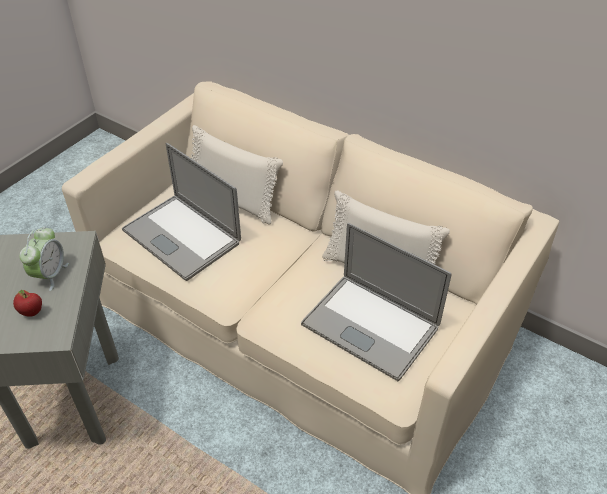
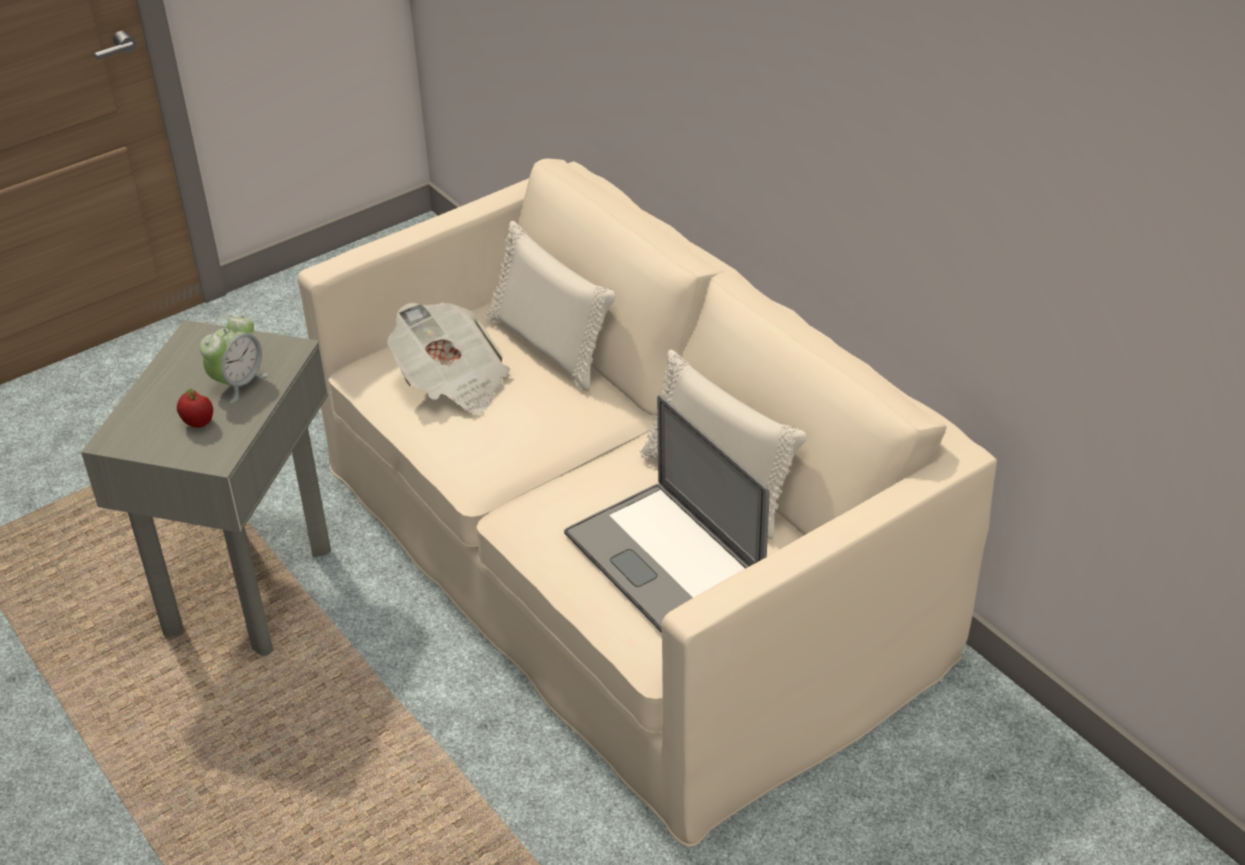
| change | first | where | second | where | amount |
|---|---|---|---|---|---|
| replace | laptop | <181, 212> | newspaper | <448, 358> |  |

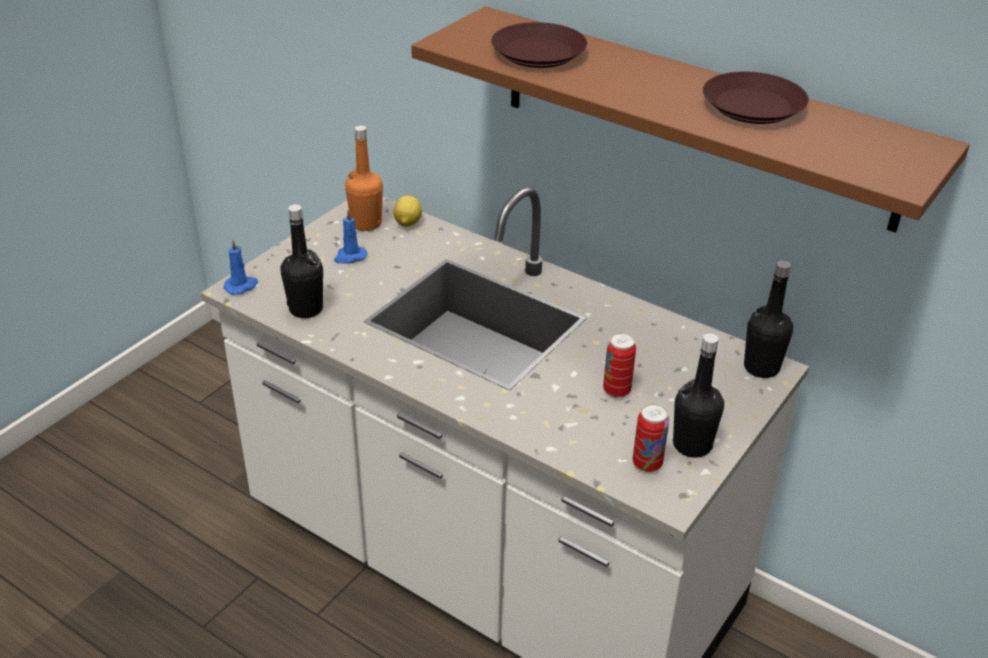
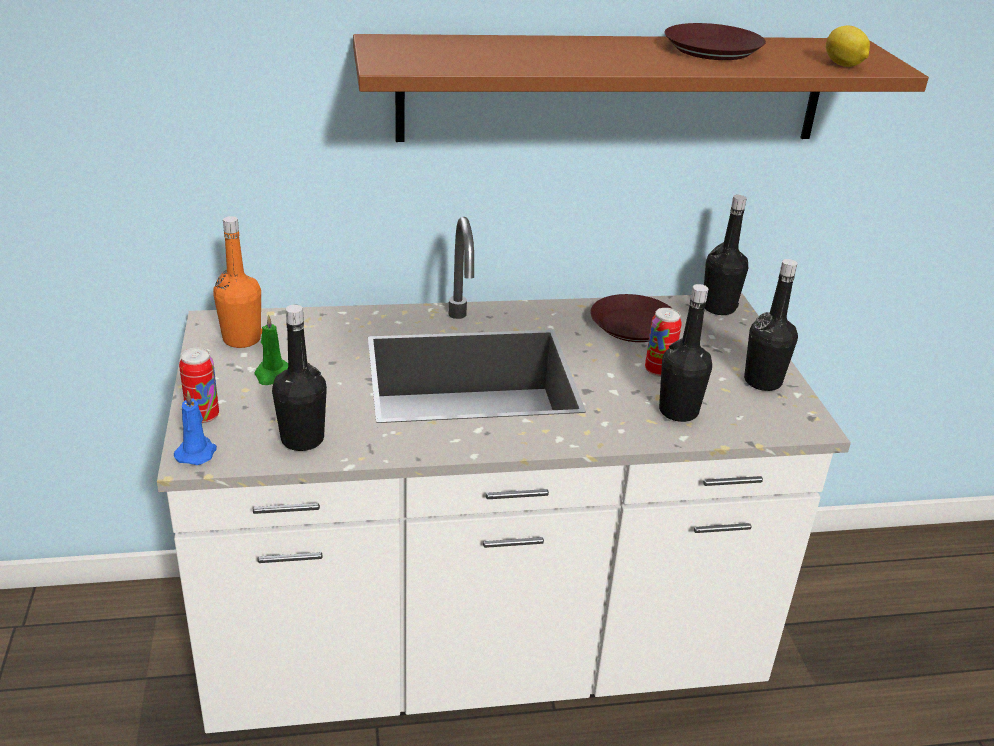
| change | first | where | second | where | amount |
|---|---|---|---|---|---|
| move | can | <651, 438> |  | <199, 386> |  |
| recolor | candle/blue | <350, 237> | candle/green | <271, 349> |  |
| move | plate/brown | <539, 45> |  | <631, 318> |  |
| insert |  |  | bottle/black | <685, 353> |  |
| move | lemon | <408, 211> |  | <848, 46> |  |

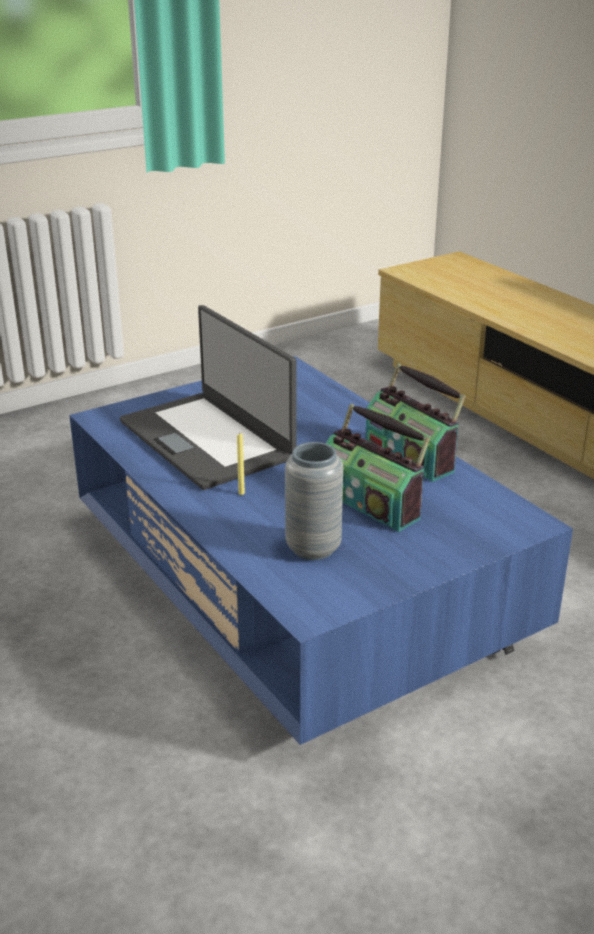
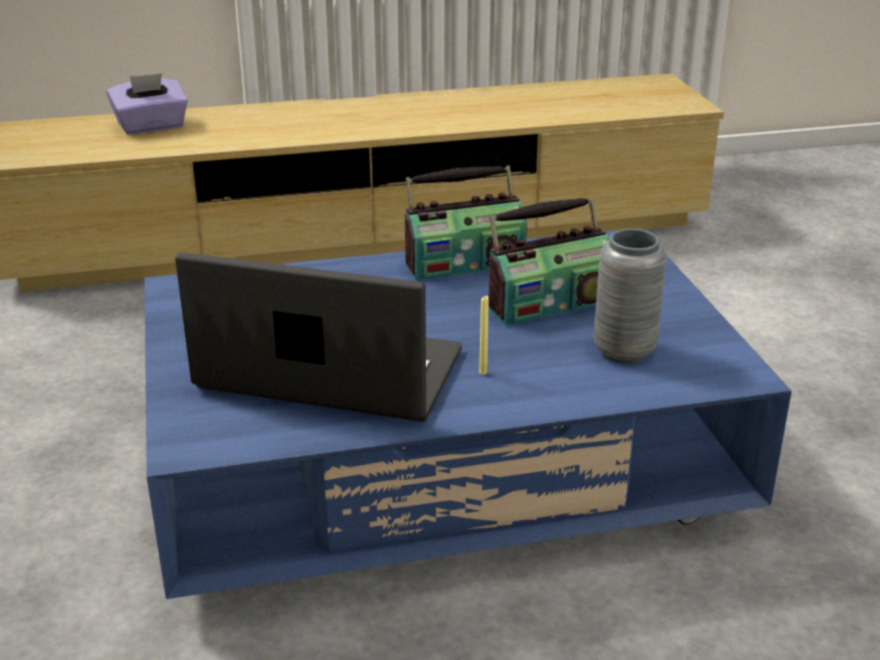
| change | first | where | second | where | amount |
|---|---|---|---|---|---|
| insert |  |  | tissue box/purple | <147, 104> |  |
| rotate | laptop | <208, 397> |  | <318, 337> | 150 degrees counterclockwise |

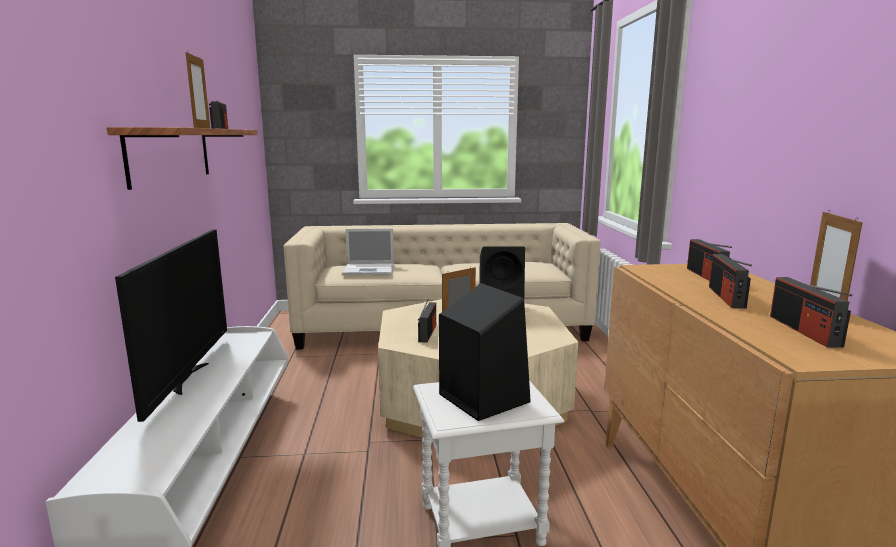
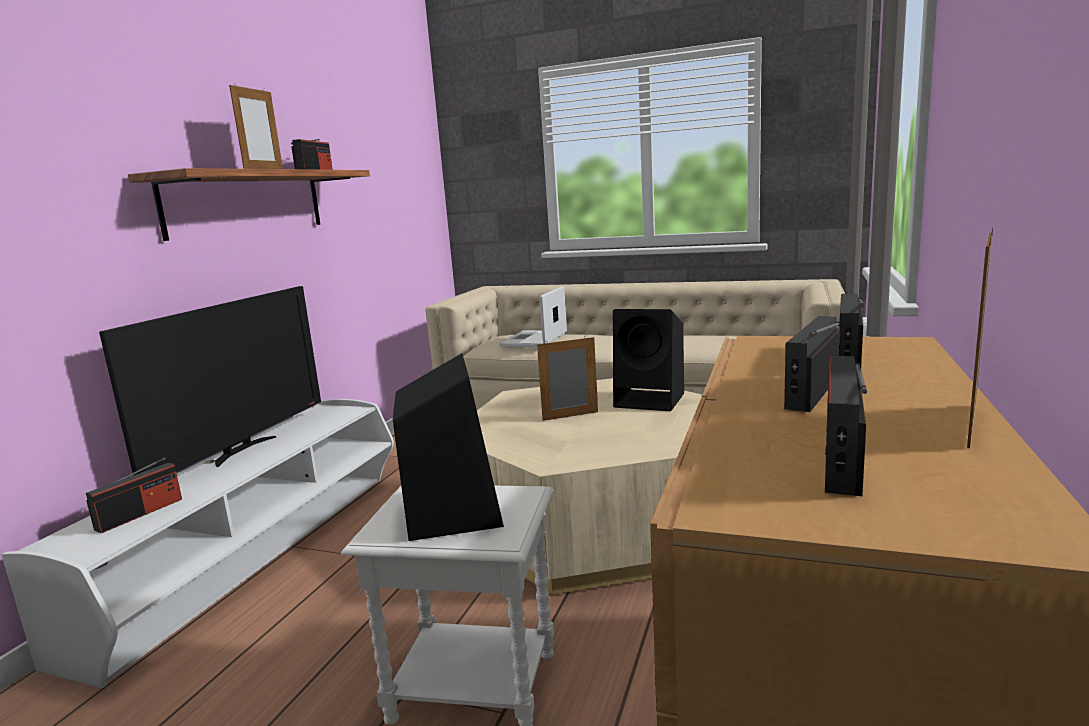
| change | first | where | second | where | amount |
|---|---|---|---|---|---|
| move | radio | <427, 321> |  | <134, 495> |  |
| rotate | laptop | <368, 251> |  | <533, 316> | 90 degrees clockwise |

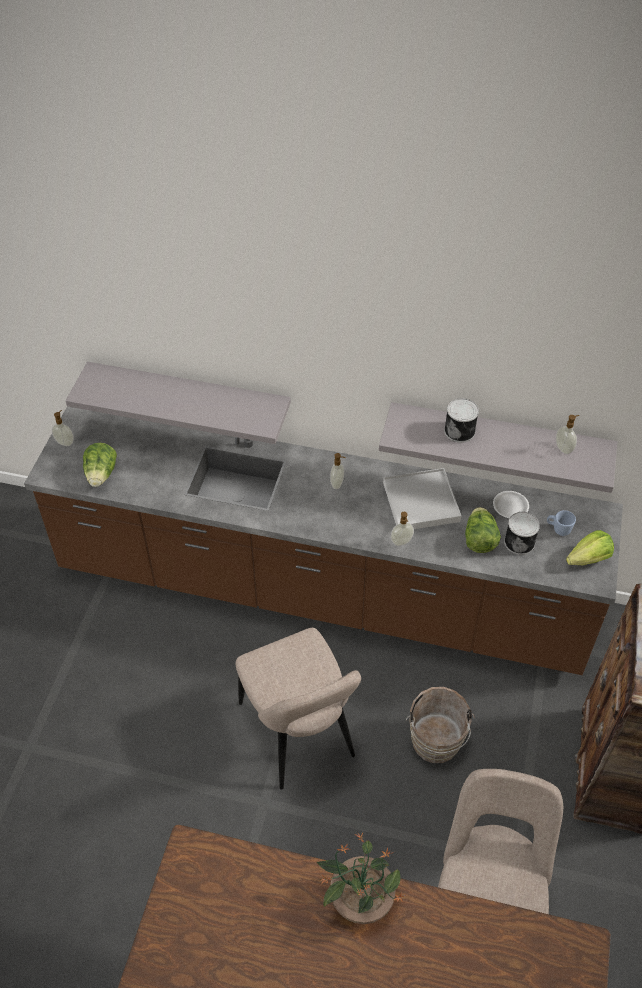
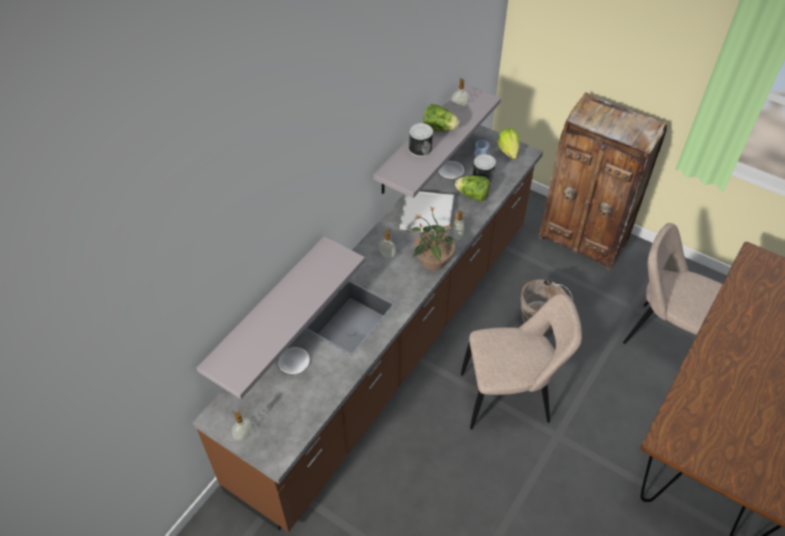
| change | first | where | second | where | amount |
|---|---|---|---|---|---|
| insert |  |  | plate/white | <294, 360> |  |
| move | potted plant | <362, 878> |  | <434, 238> |  |
| move | lettuce | <100, 465> |  | <441, 117> |  |

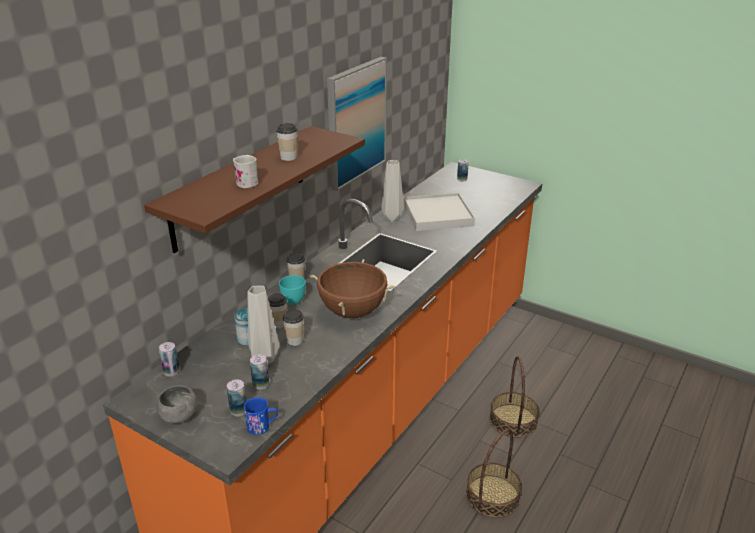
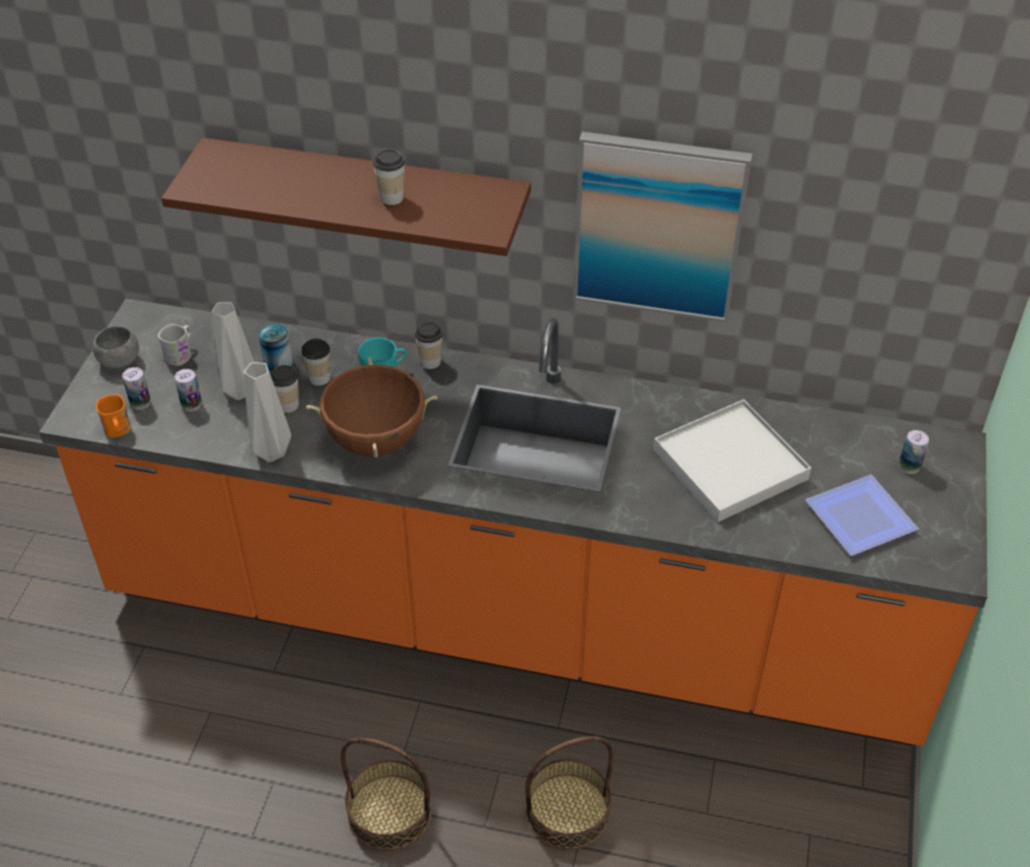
| change | first | where | second | where | amount |
|---|---|---|---|---|---|
| recolor | mug/blue | <261, 416> | mug/orange | <113, 416> |  |
| move | mug/white | <245, 171> |  | <174, 345> |  |
| move | vase/grey | <393, 191> |  | <267, 412> |  |
| insert |  |  | plate | <862, 515> |  |
| delete | can | <169, 359> |  |  |  |

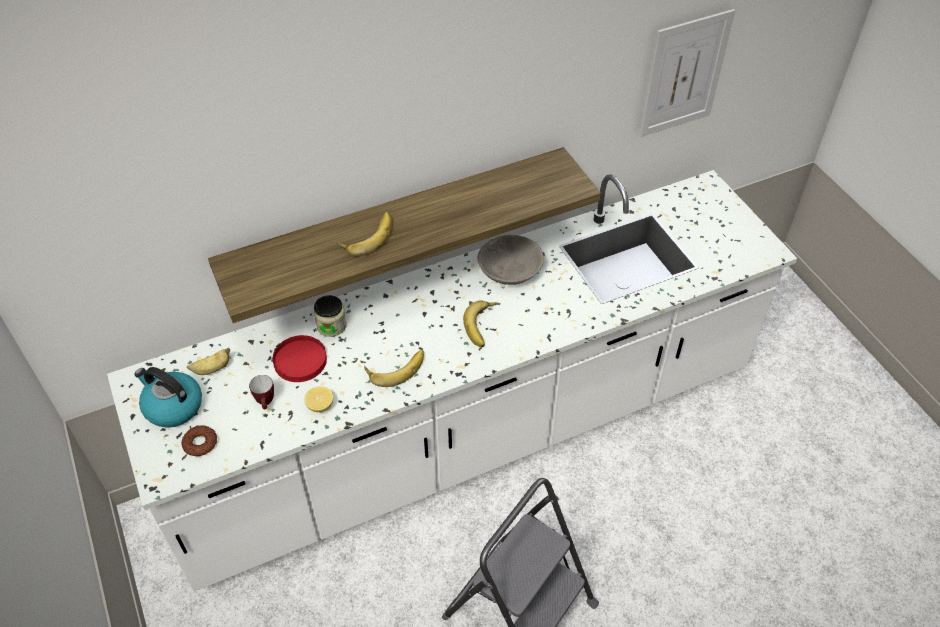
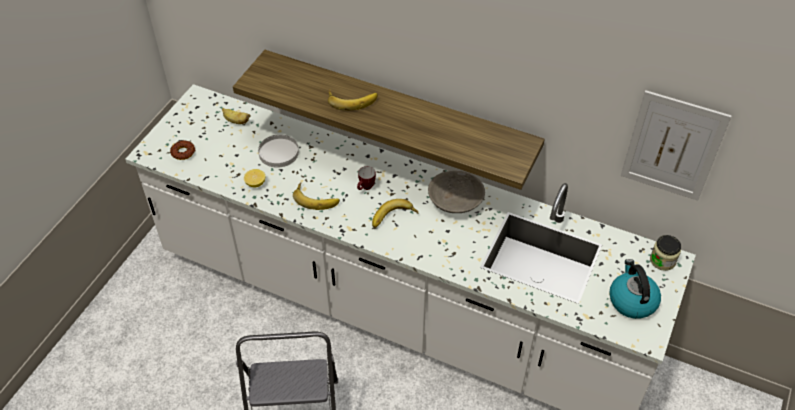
| change | first | where | second | where | amount |
|---|---|---|---|---|---|
| recolor | plate/red | <300, 358> | plate/white | <278, 151> |  |
| move | mug | <261, 392> |  | <366, 178> |  |
| move | kettle | <168, 397> |  | <635, 289> |  |
| move | jar | <330, 316> |  | <665, 253> |  |

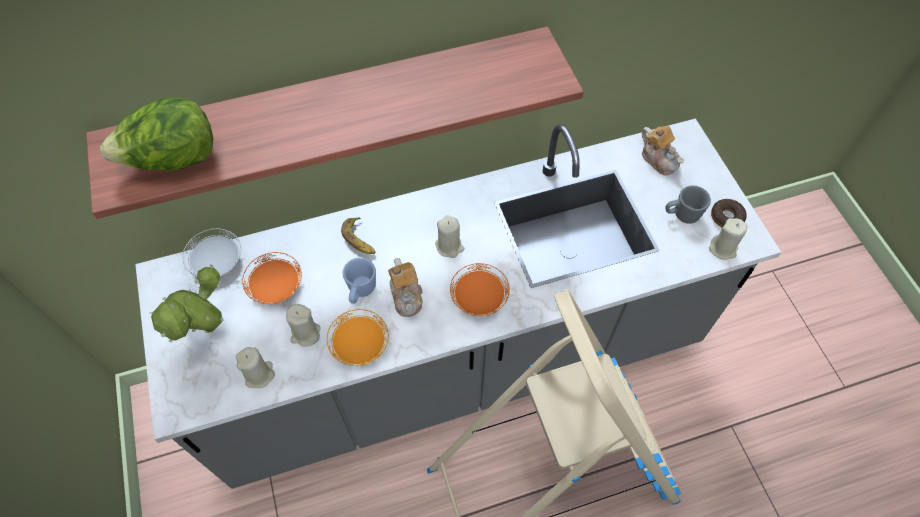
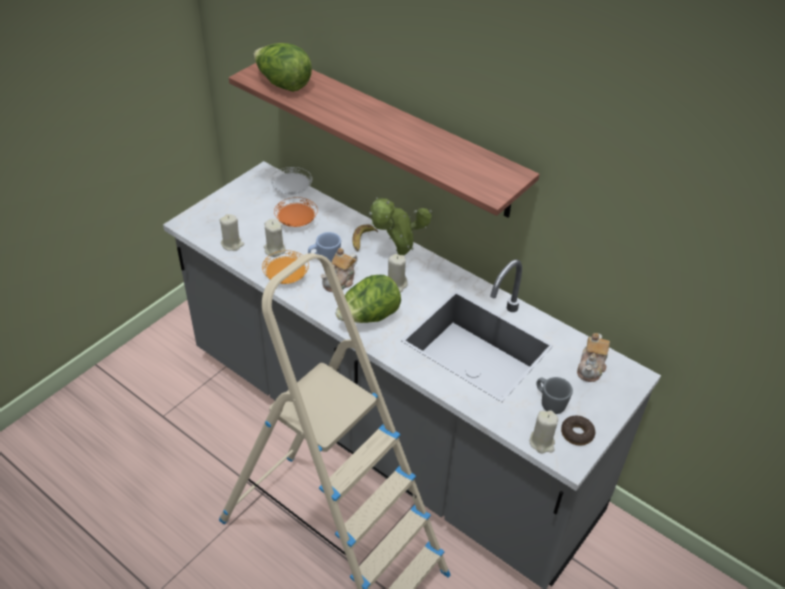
| change | first | where | second | where | amount |
|---|---|---|---|---|---|
| replace | plate/orange | <480, 289> | lettuce | <368, 299> |  |
| move | potted plant | <186, 303> |  | <400, 226> |  |

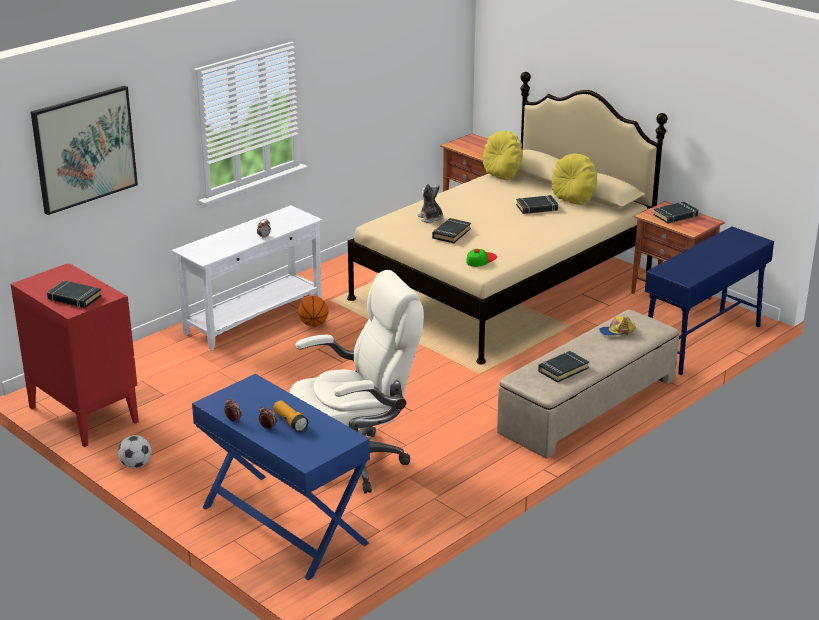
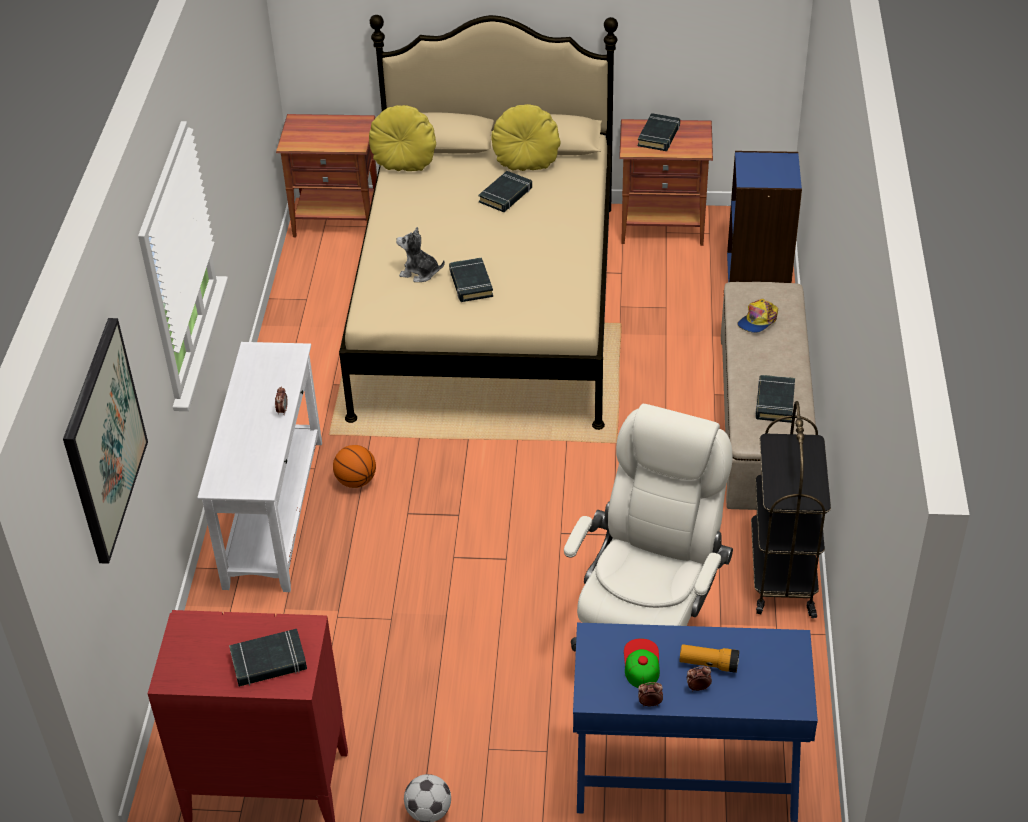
| change | first | where | second | where | amount |
|---|---|---|---|---|---|
| move | cap | <481, 258> |  | <642, 663> |  |
| replace | console table/blue | <709, 301> | bookcase/blue | <764, 217> |  |
| insert |  |  | cart/black | <791, 509> |  |

